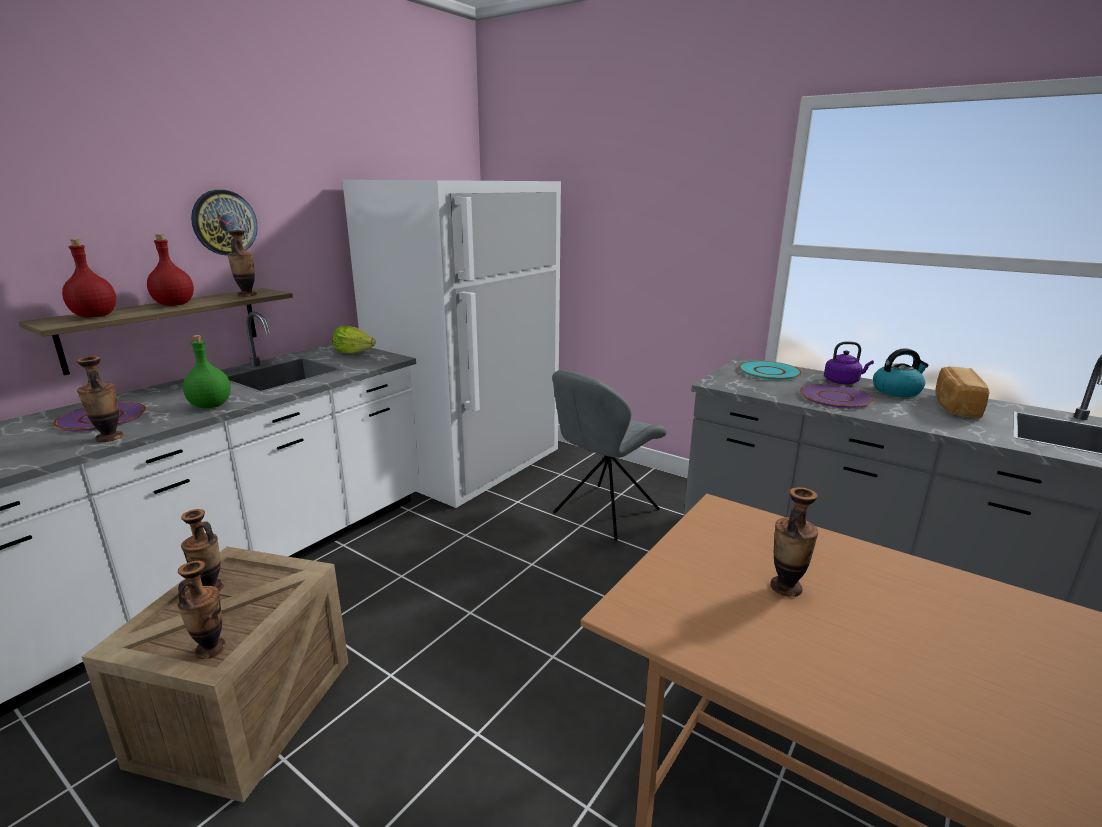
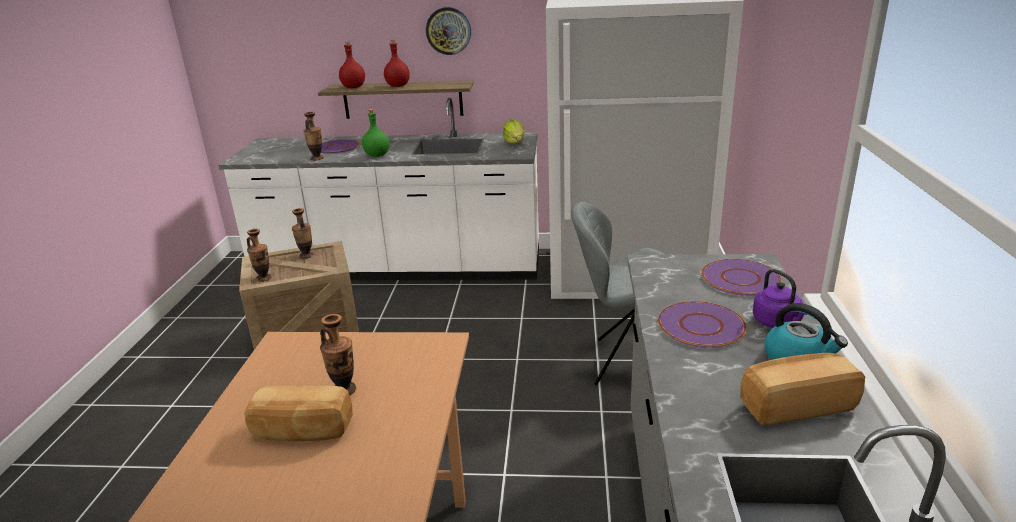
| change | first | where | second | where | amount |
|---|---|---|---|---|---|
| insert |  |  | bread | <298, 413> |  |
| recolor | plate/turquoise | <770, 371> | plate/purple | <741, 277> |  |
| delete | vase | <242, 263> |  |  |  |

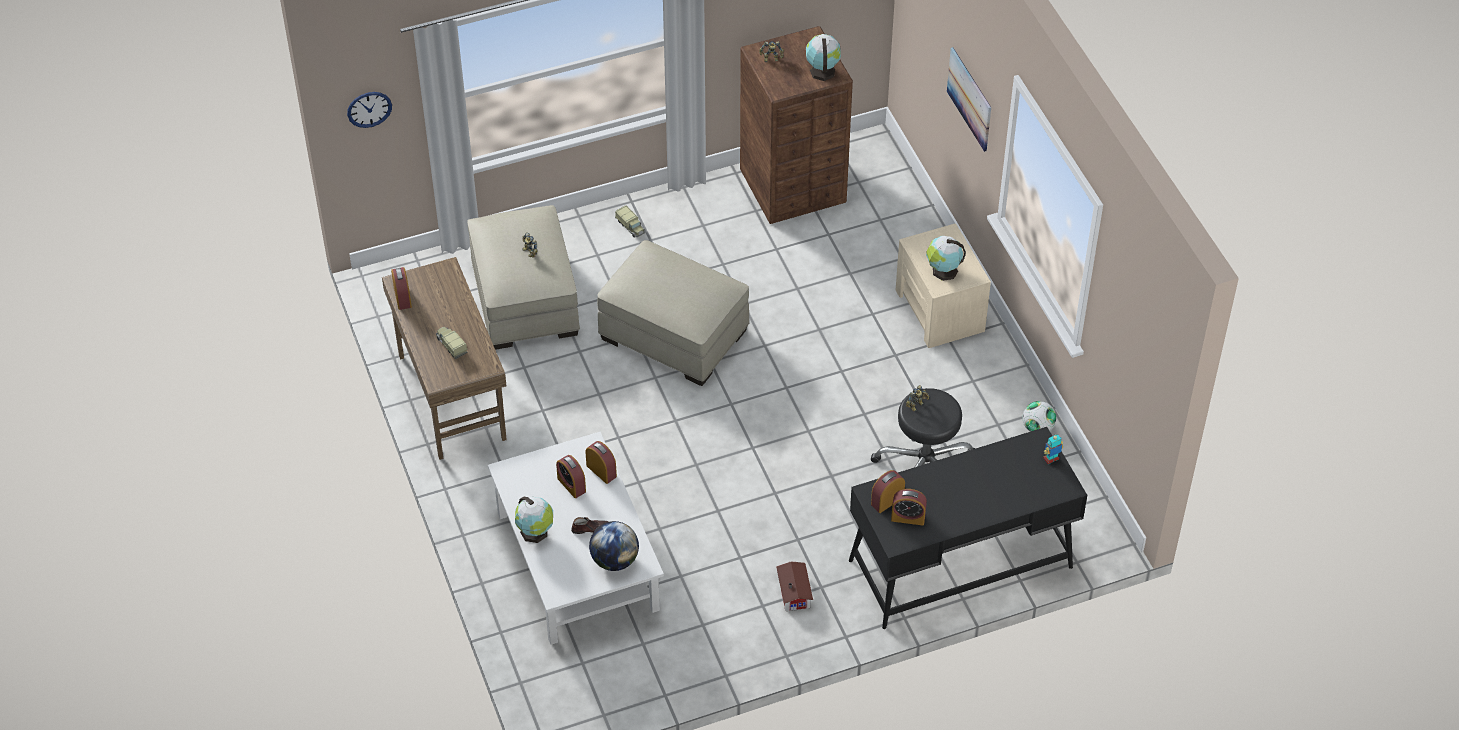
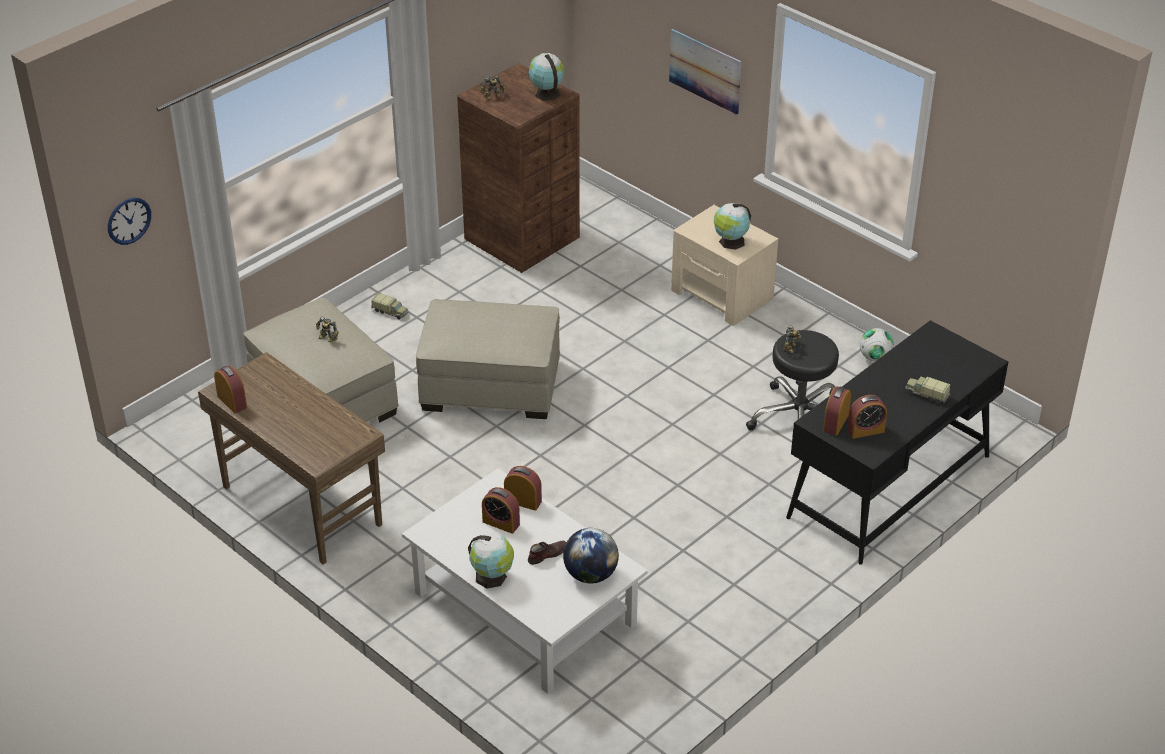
| change | first | where | second | where | amount |
|---|---|---|---|---|---|
| move | toy truck | <452, 343> |  | <927, 390> |  |
| delete | toy house | <794, 586> |  |  |  |
| delete | toy robot | <1053, 449> |  |  |  |

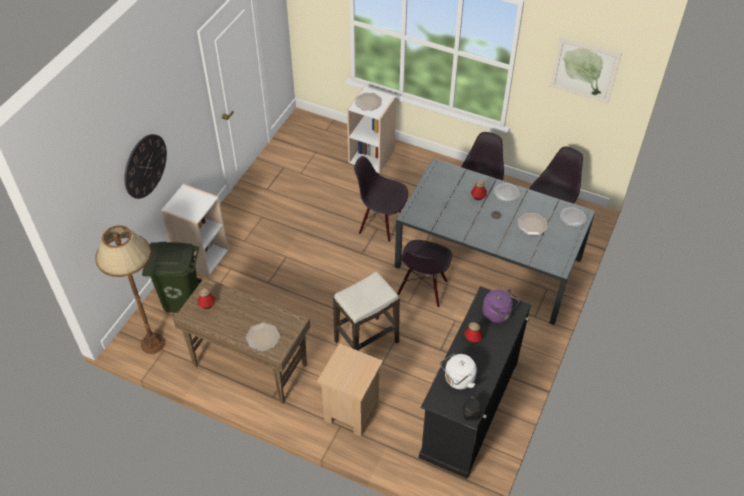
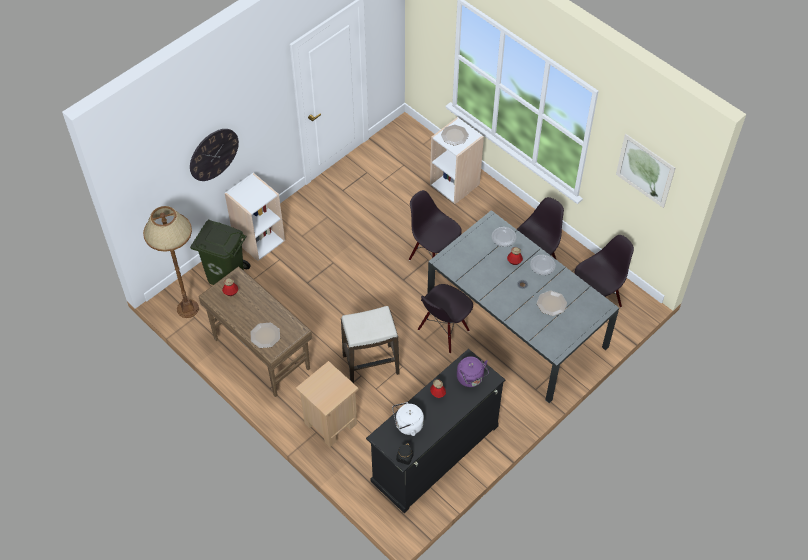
| change | first | where | second | where | amount |
|---|---|---|---|---|---|
| move | plate | <573, 217> |  | <504, 237> |  |

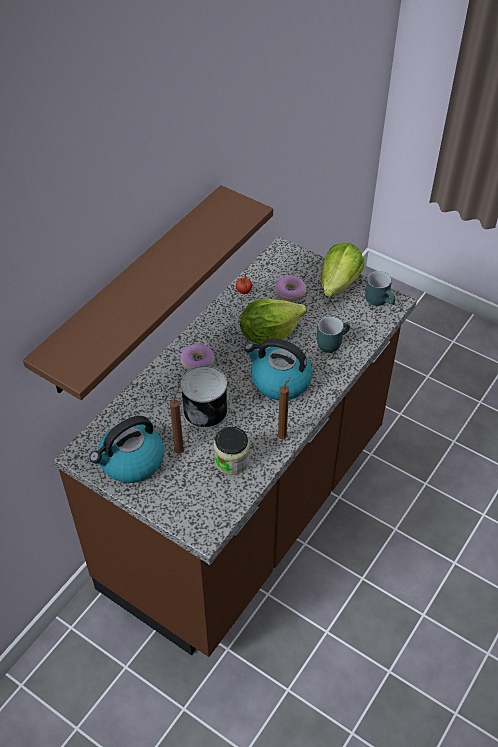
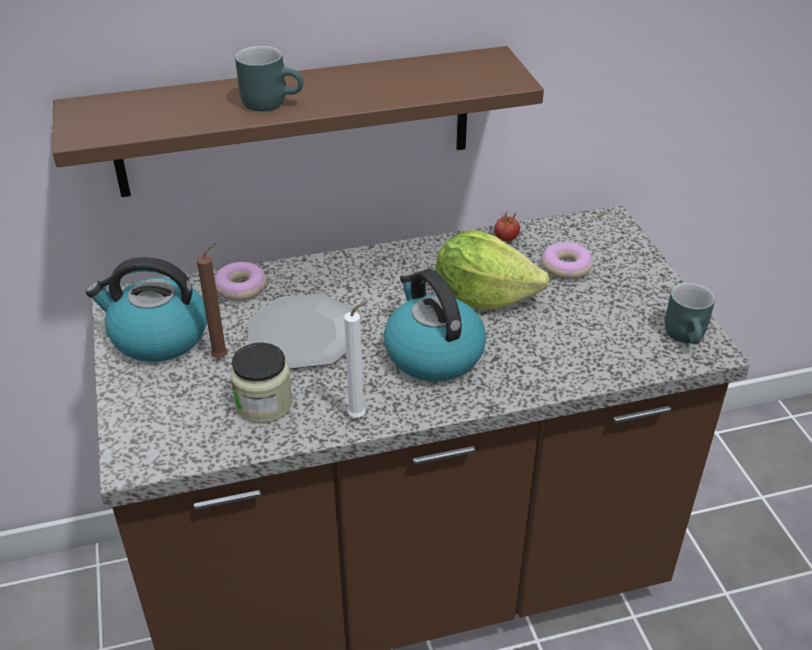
| change | first | where | second | where | amount |
|---|---|---|---|---|---|
| move | donut | <197, 357> |  | <240, 281> |  |
| move | mug/turquoise | <333, 334> |  | <269, 78> |  |
| replace | can | <204, 397> | plate | <304, 331> |  |
| recolor | candle/brown | <283, 408> | candle/white | <356, 359> |  |
| delete | lettuce | <342, 270> |  |  |  |

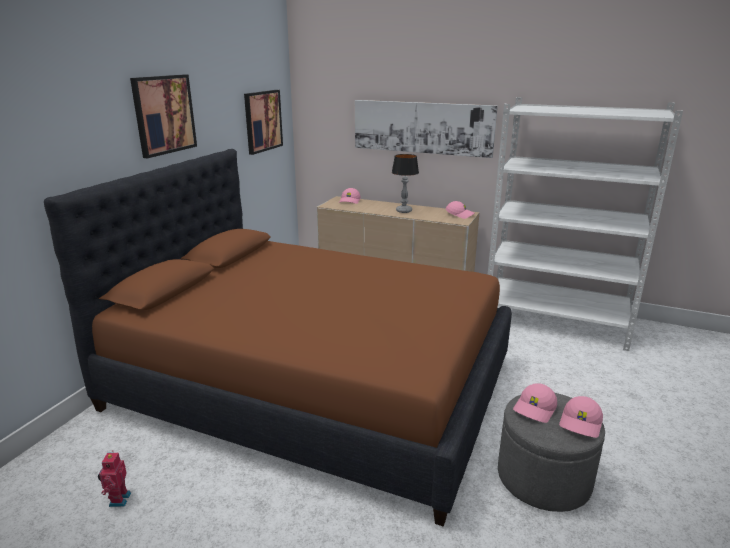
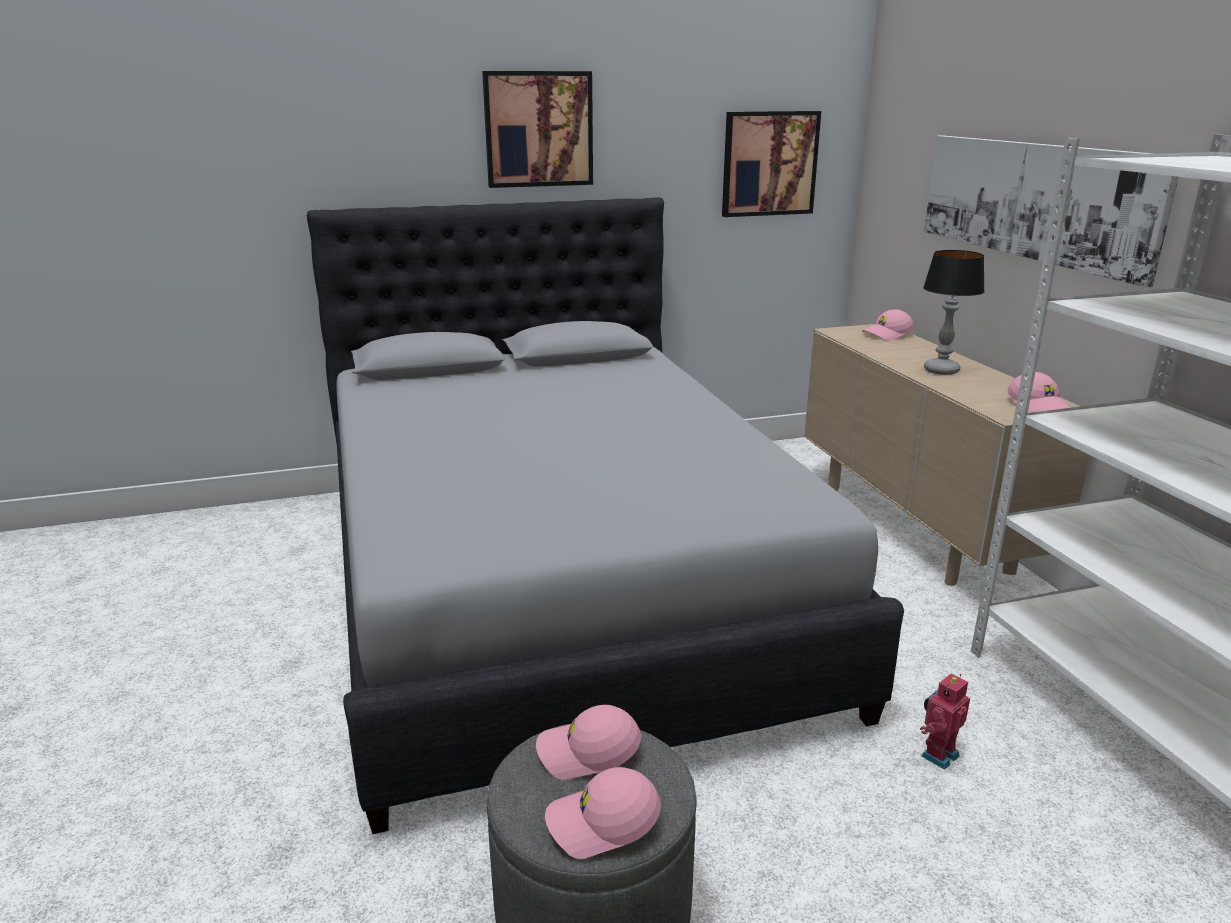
| change | first | where | second | where | amount |
|---|---|---|---|---|---|
| recolor | bed/brown | <278, 337> | bed/grey | <605, 516> |  |
| move | toy robot | <114, 478> |  | <945, 722> |  |

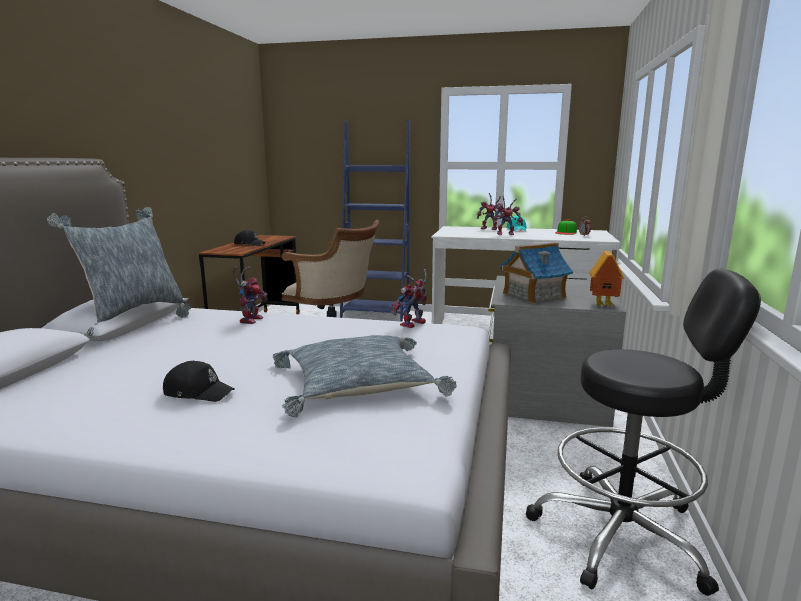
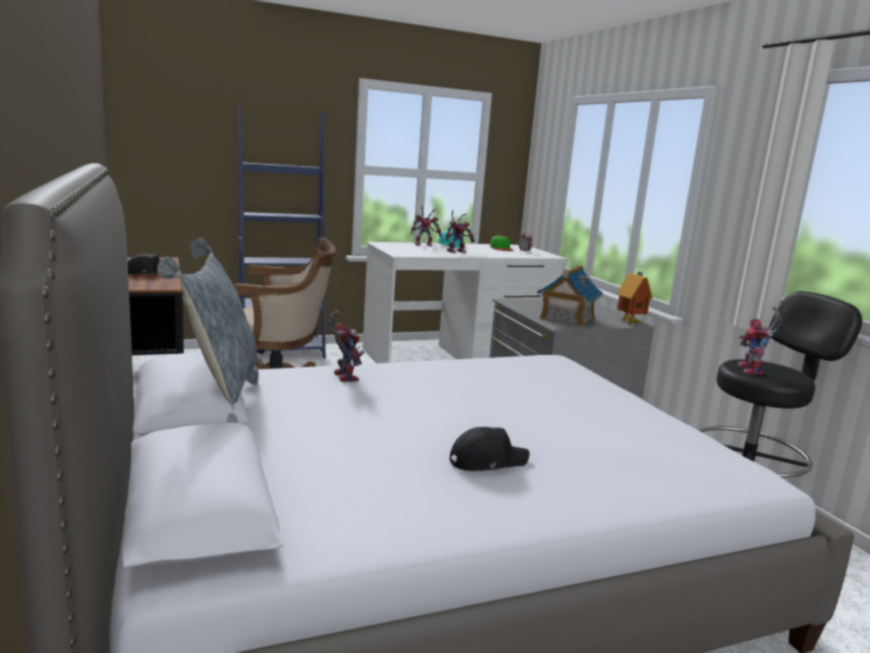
| change | first | where | second | where | amount |
|---|---|---|---|---|---|
| move | toy robot | <409, 298> |  | <760, 341> |  |
| delete | pillow | <364, 376> |  |  |  |

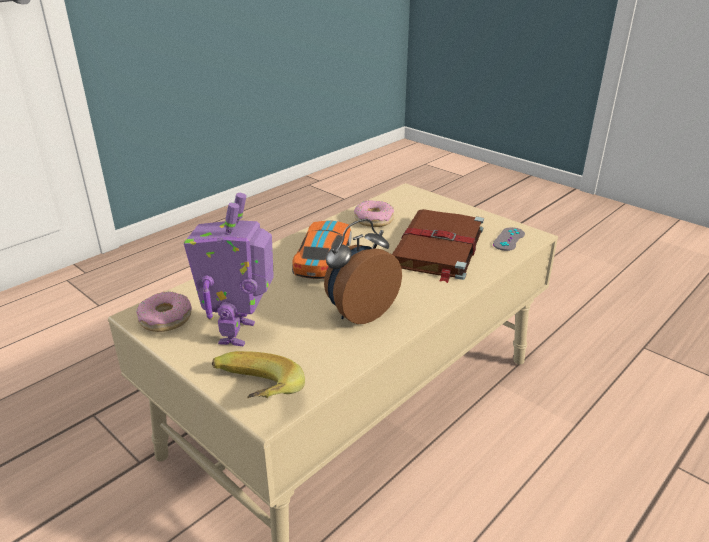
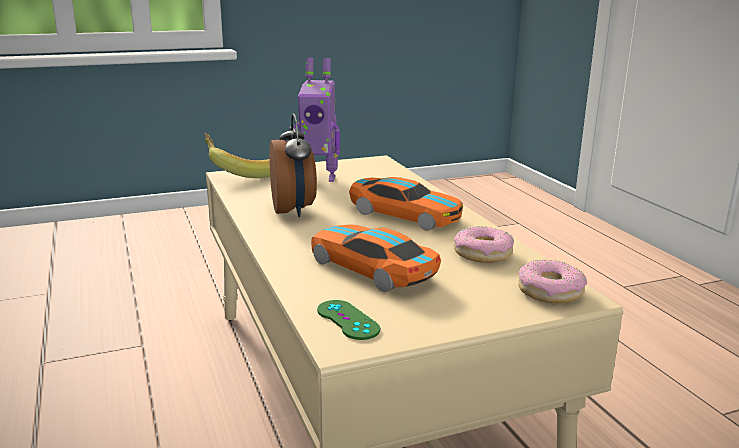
| change | first | where | second | where | amount |
|---|---|---|---|---|---|
| rotate | toy robot | <229, 269> |  | <316, 119> | 150 degrees clockwise |
| replace | book/brown | <438, 246> | toy car | <376, 258> |  |
| recolor | game controller/grey | <509, 239> | game controller/green | <348, 320> |  |
| move | donut | <164, 311> |  | <552, 281> |  |

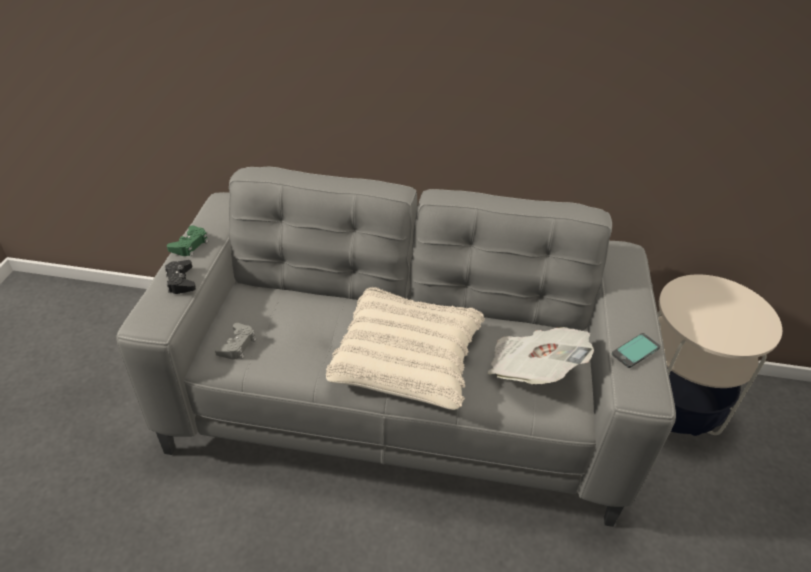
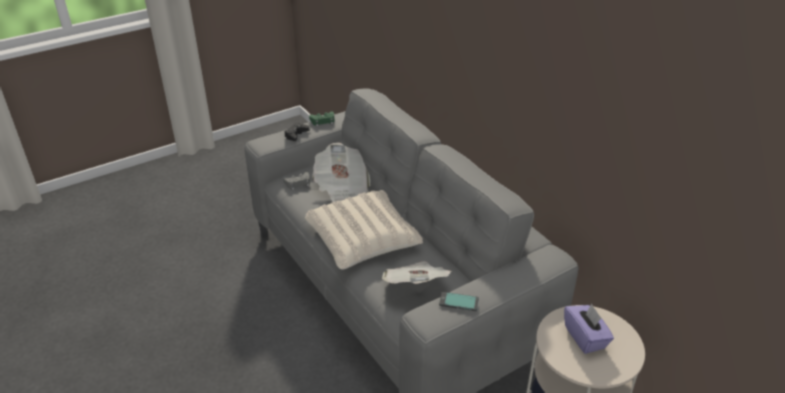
| change | first | where | second | where | amount |
|---|---|---|---|---|---|
| insert |  |  | newspaper | <341, 172> |  |
| insert |  |  | tissue box/purple | <589, 328> |  |

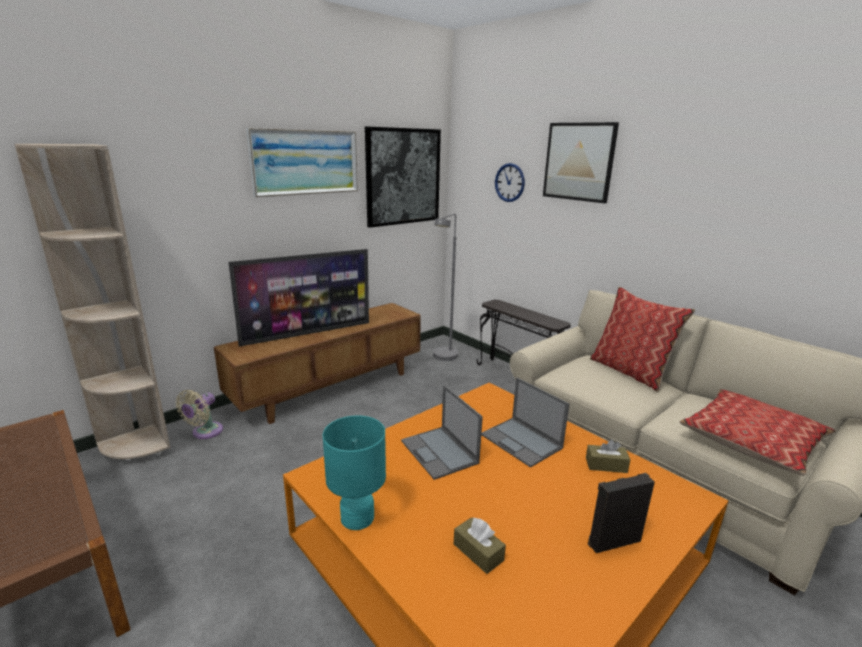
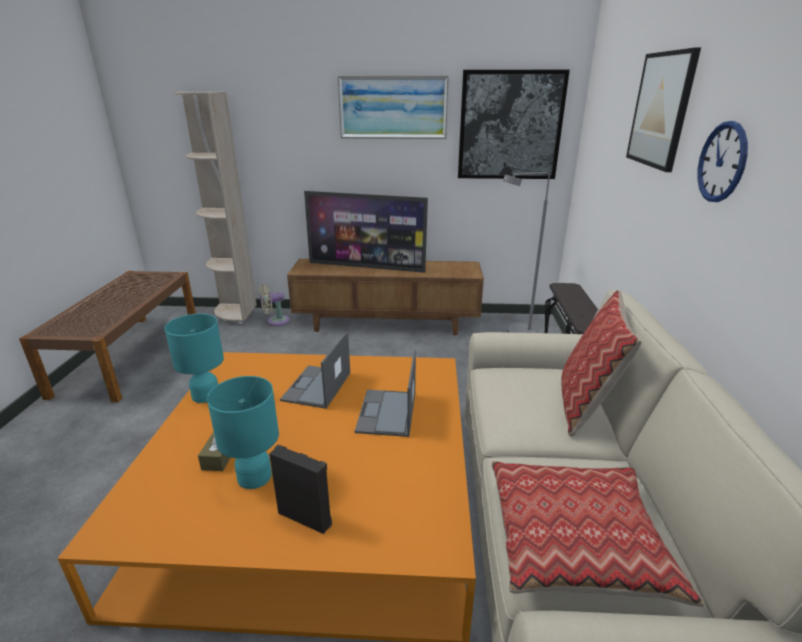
| change | first | where | second | where | amount |
|---|---|---|---|---|---|
| insert |  |  | table lamp/turquoise | <243, 432> |  |
| move | wall clock | <510, 182> |  | <722, 161> |  |
| delete | tissue box/brown | <608, 456> |  |  |  |

